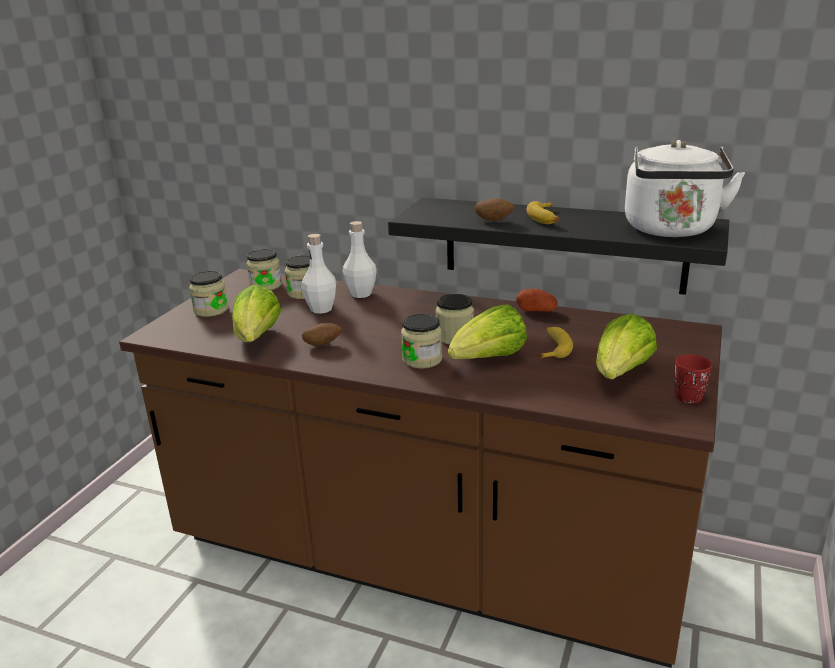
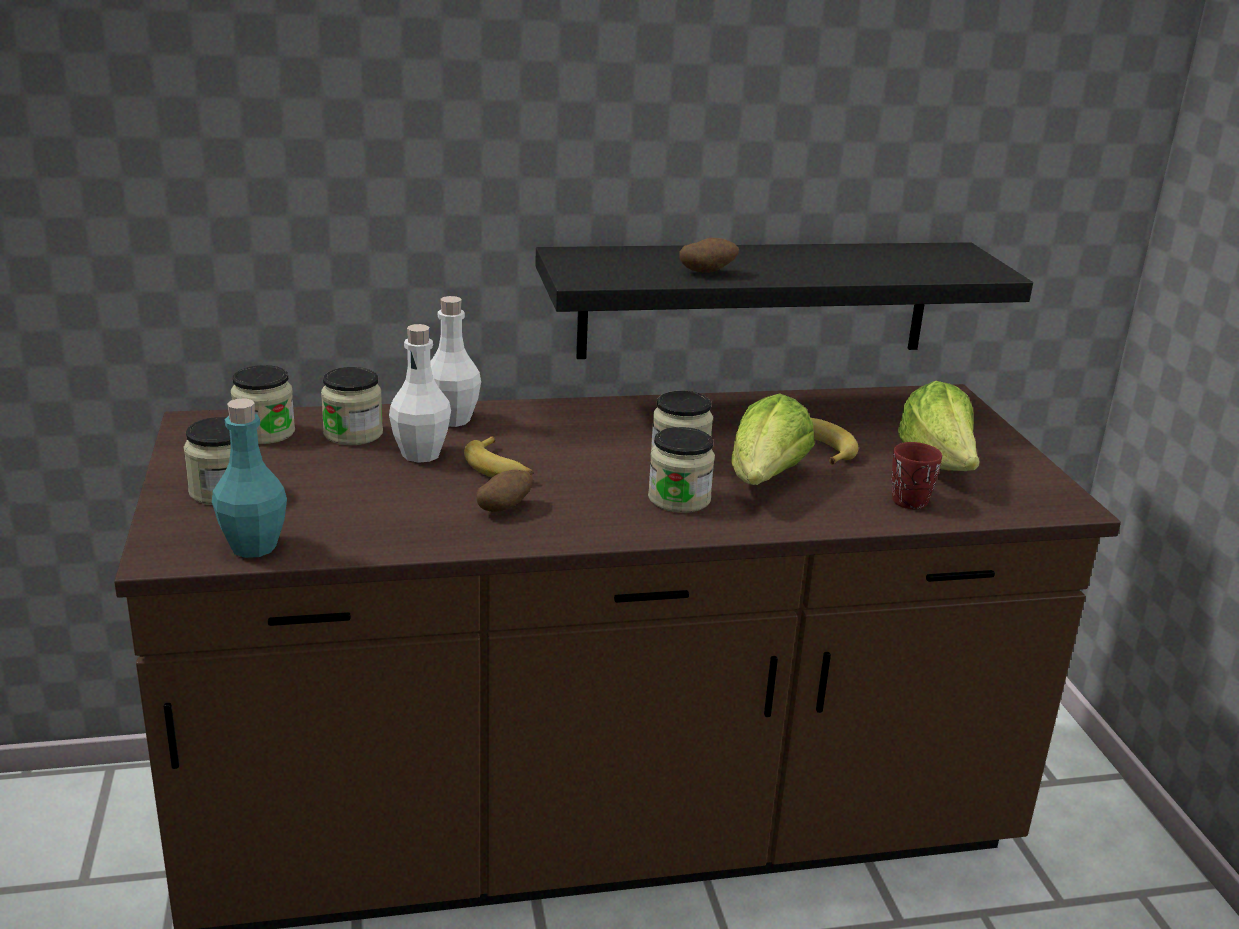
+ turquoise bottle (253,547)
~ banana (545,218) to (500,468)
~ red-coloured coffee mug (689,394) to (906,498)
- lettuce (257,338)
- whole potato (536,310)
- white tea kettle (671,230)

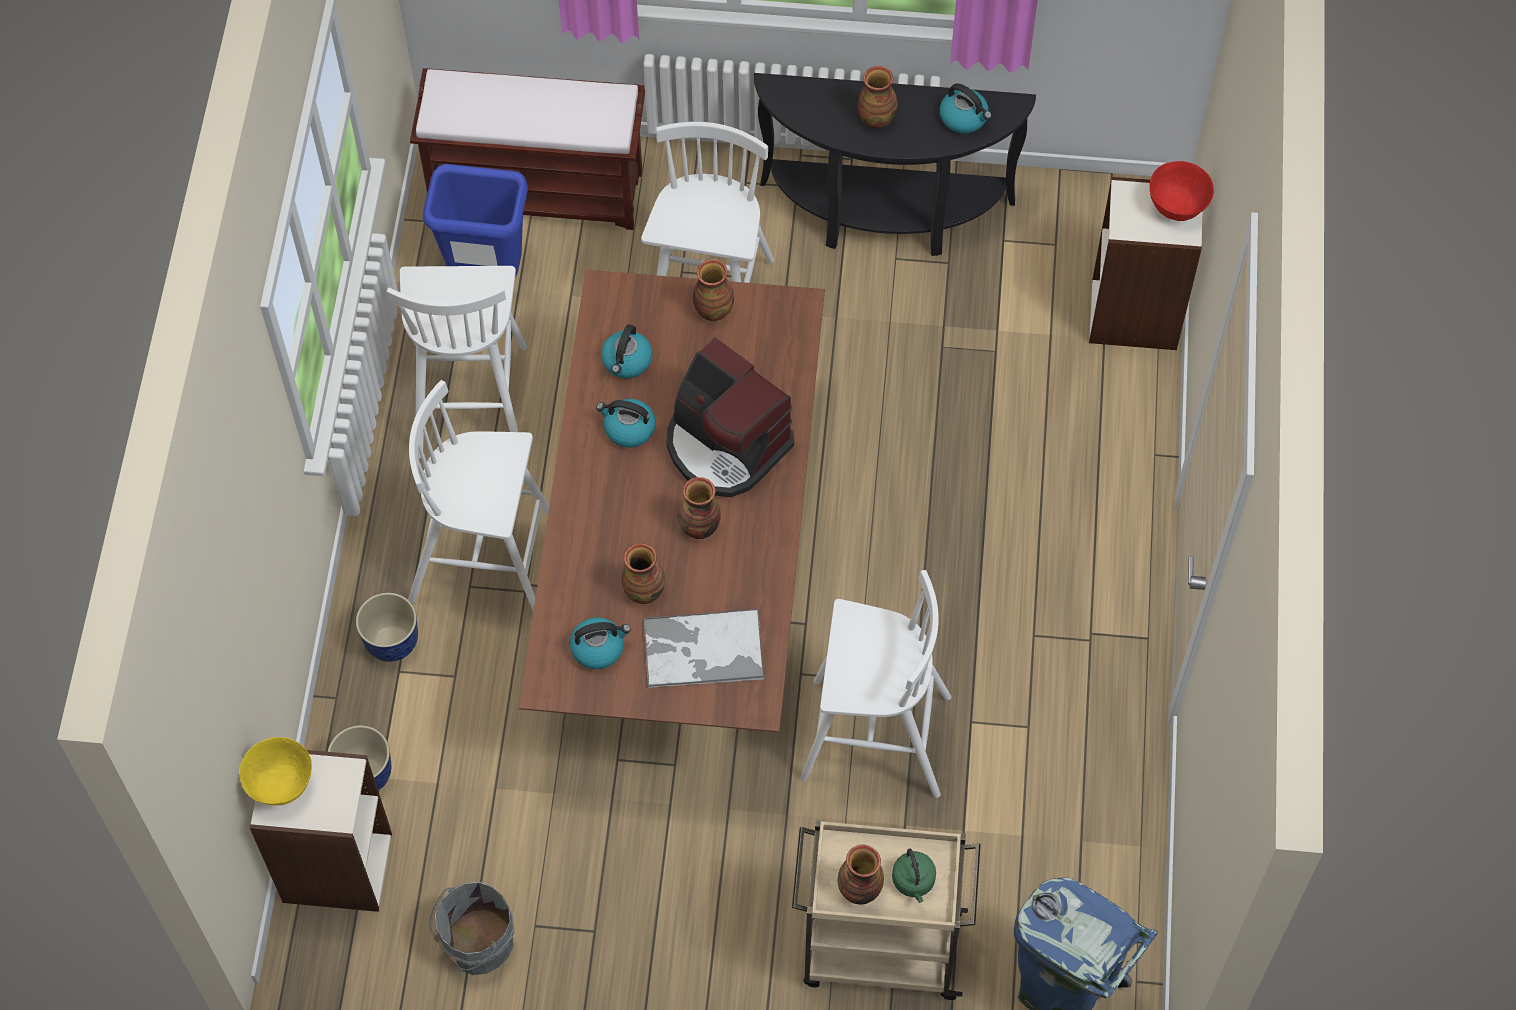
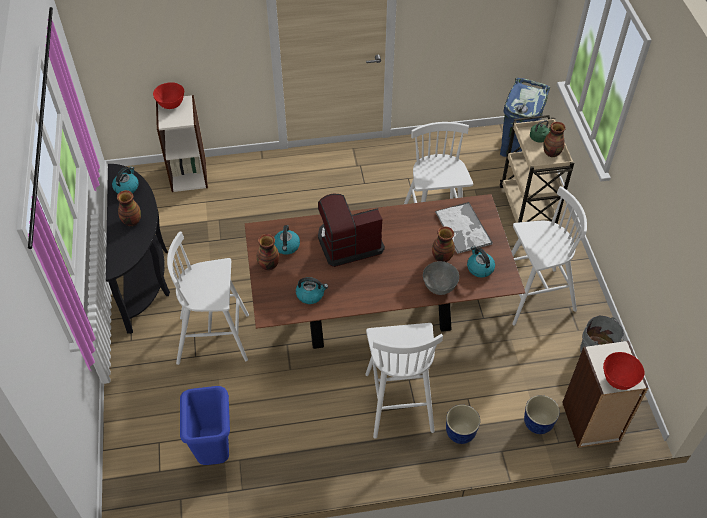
~ tea kettle (628,429) to (286,246)
~ coffee maker (726,445) = (348,243) 135 degrees counterclockwise
+ greyish bowl (439,288)
~ white stool (472,398) to (532,297)
~ yellow-coloured bowl (281,784) to red-coloured bowl (618,380)
- brown-coloured bench (539,190)
- vase (699,527)

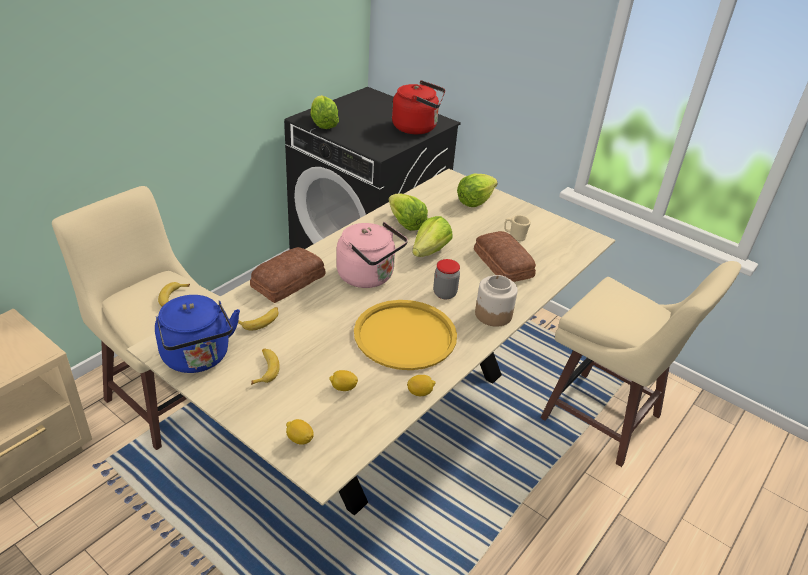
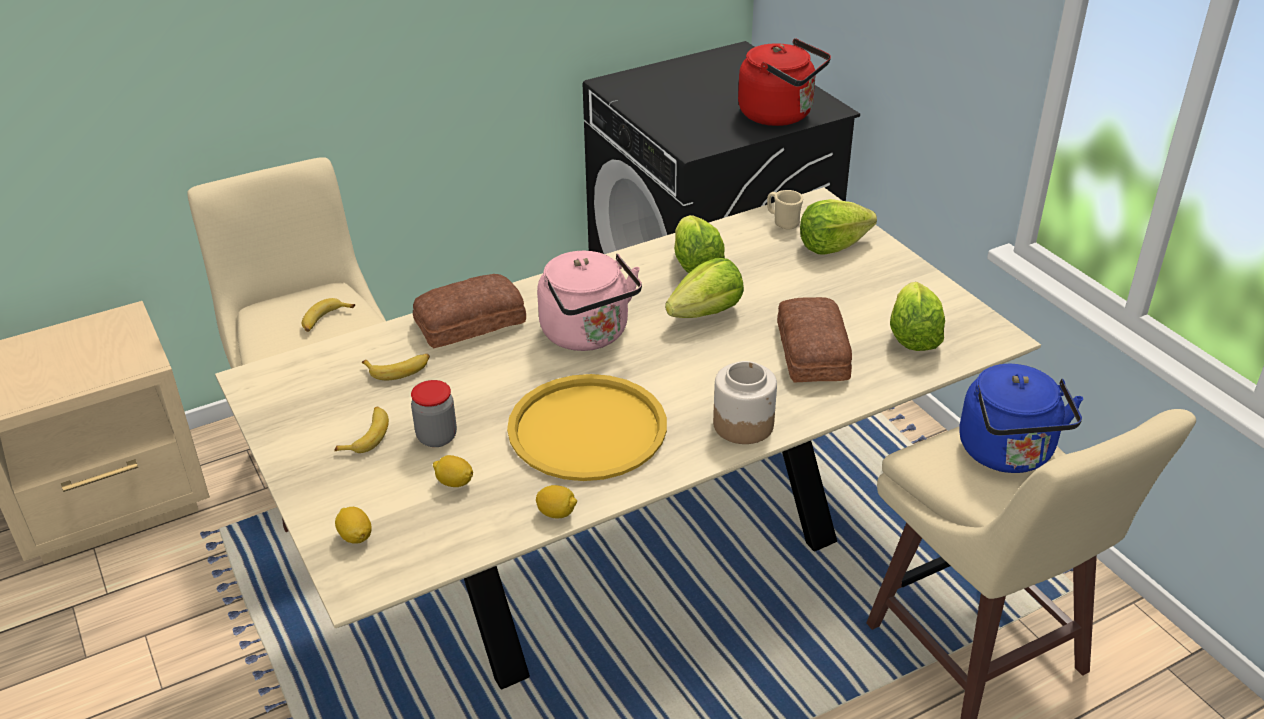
~ preserve jar (444,293) to (437,437)
~ beige coffee mug (514,236) to (783,222)
~ lettuce (323,124) to (913,336)
~ bluish tea kettle (198,358) to (1008,454)

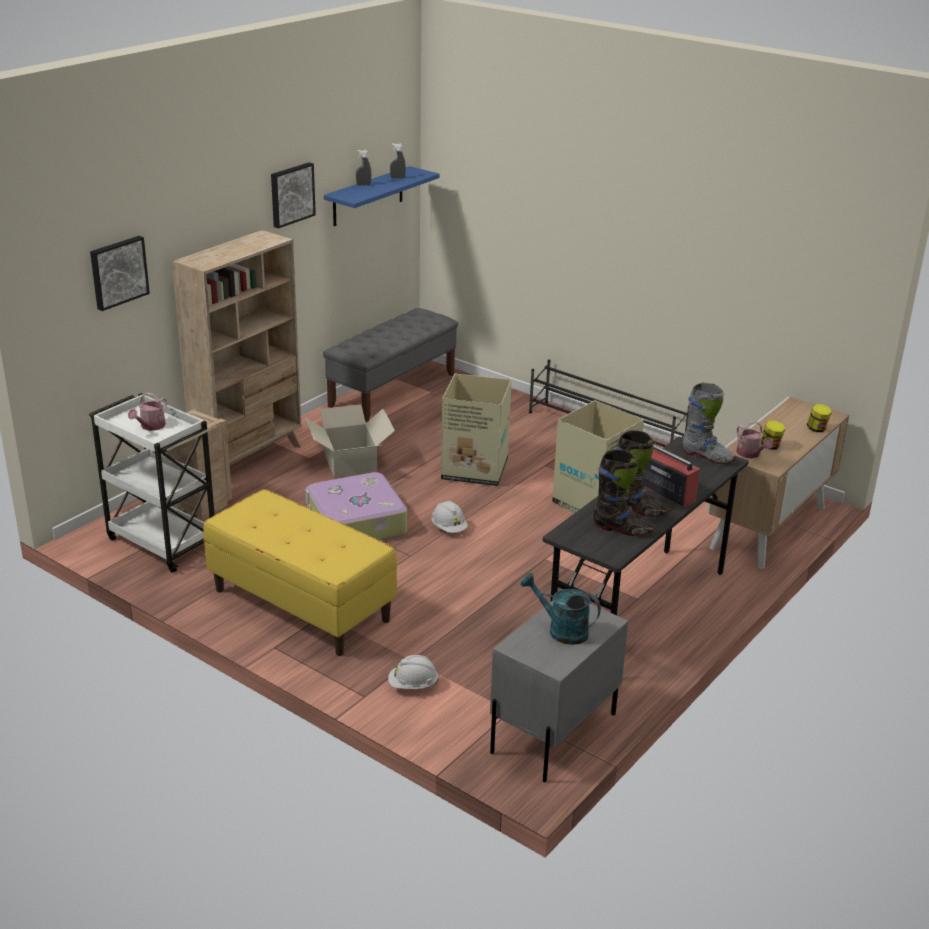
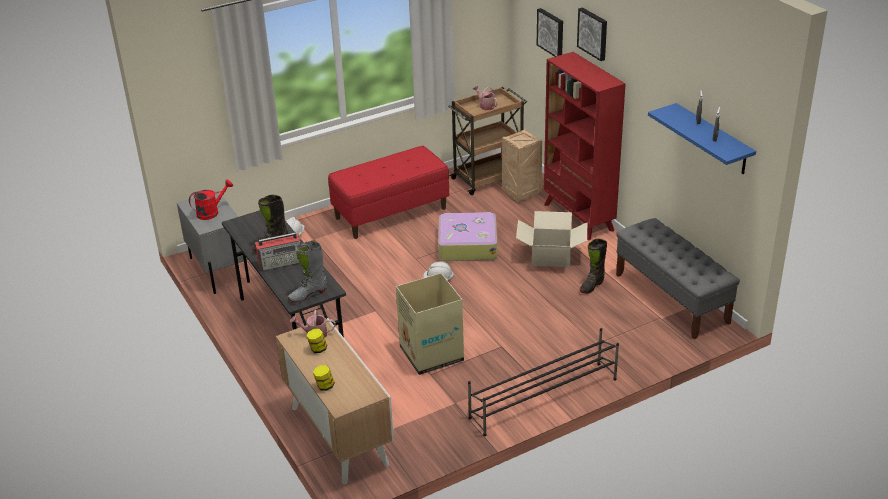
~ turquoise watering can (561,630) to red-coloured watering can (211,212)
~ yellow-coloured bench (300,605) to red-coloured bench (391,213)
~ white cart (161,541) to brown-coloured cart (488,178)
~ beige bookshelf (249,459) to red-coloured bookshelf (578,217)
~ wall picture (291,194) to (593,33)
~ black tall boot (622,529) to (591,286)
- carton (473,469)

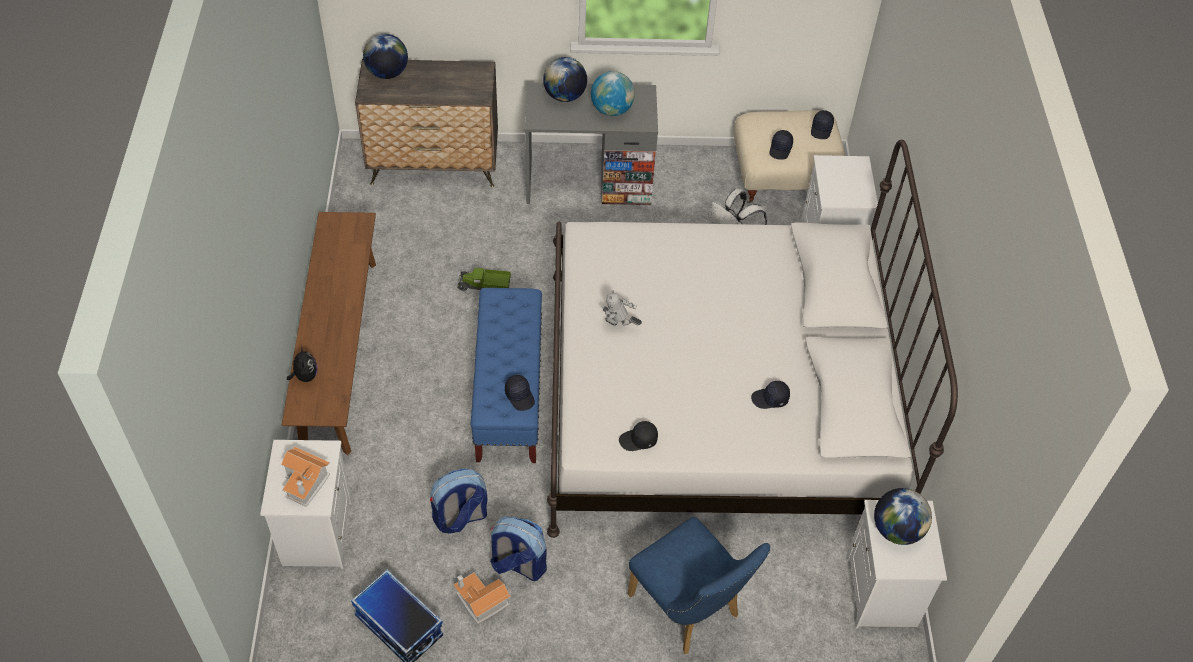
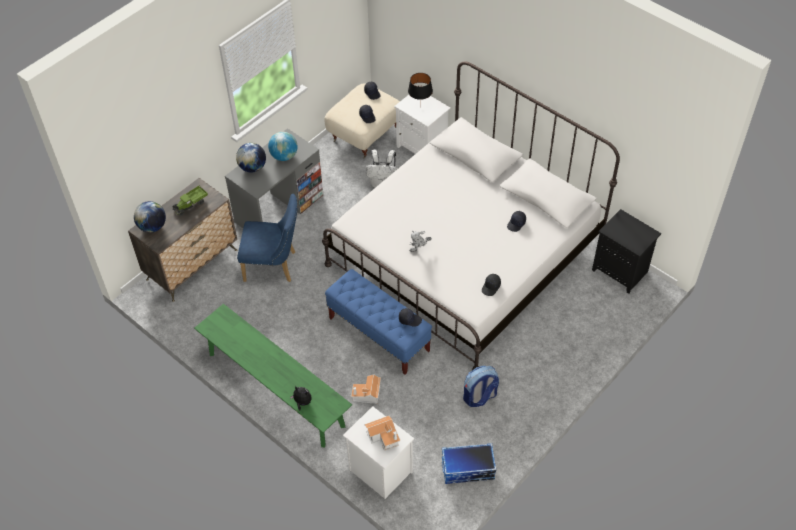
~ toy truck (484,287) to (191,205)
~ brown-coloured bench (340,353) to green bench (275,389)
~ bluish upright chair (689,611) to (274,266)
~ model house (480,602) to (367,394)
+ black tabletop lamp (420,107)
~ white bedside table (882,593) to black bedside table (621,271)
- backpack (460,517)
- world globe (896,530)

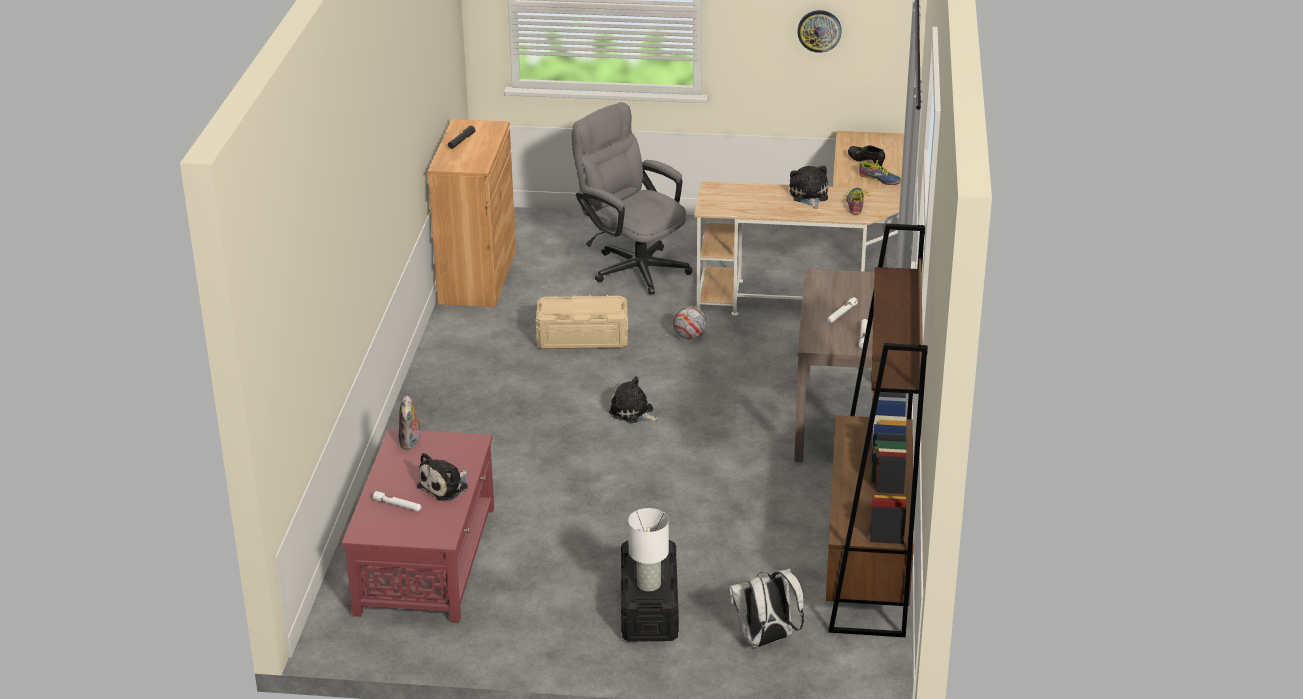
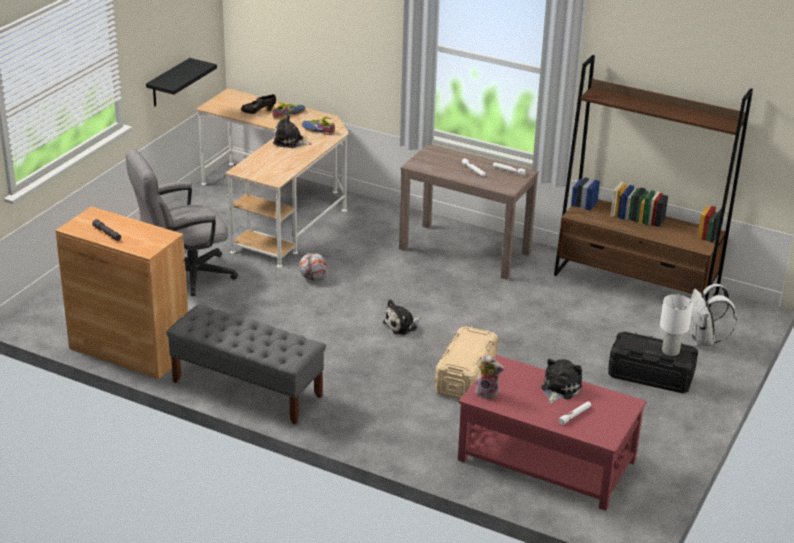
+ black shelf (169,83)
+ greyish bench (246,389)
~ beige storage box (582,338) to (465,377)
~ plush toy (445,486) = (559,388) 120 degrees counterclockwise
- clock on the wall (819,30)

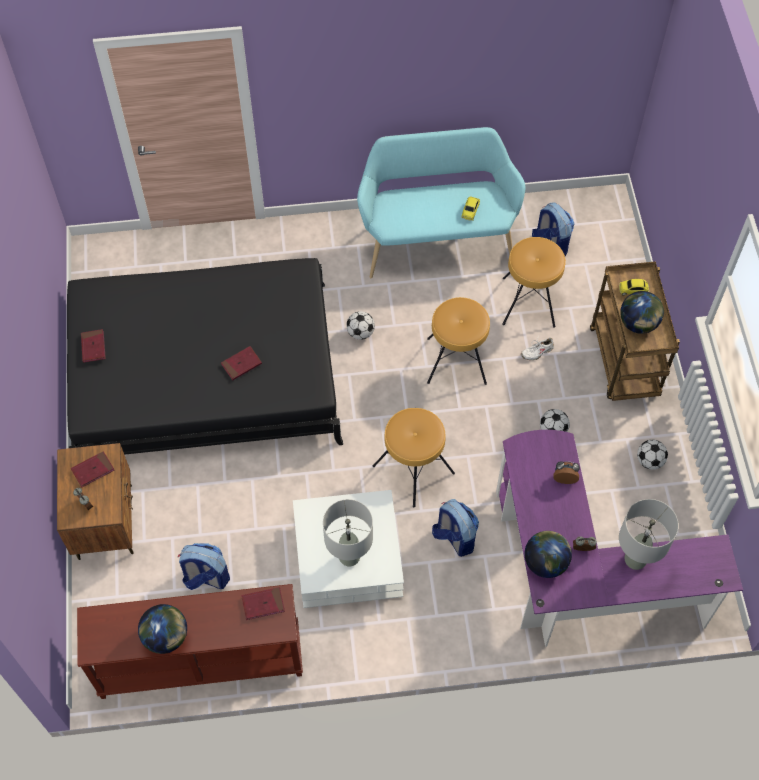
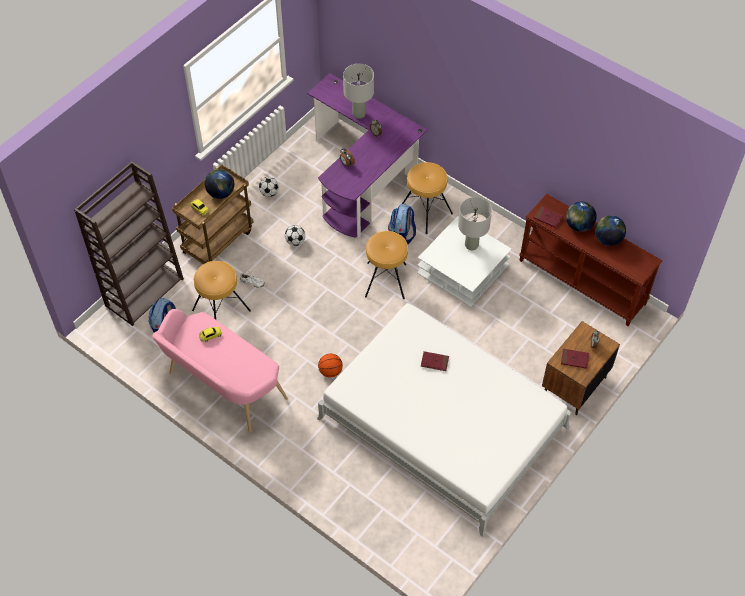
+ brown-coloured bookshelf (144,291)
~ turquoise bench (436,240) to pink-coloured bench (222,388)
~ black bed (205,374) to white bed (442,422)
~ football ball (360,333) to basketball (330,371)
~ brown-coloured stool (456,361) to (425,211)
~ world globe (545,562) to (578,225)
- red-coloured book (93,347)
- backpack (206,577)

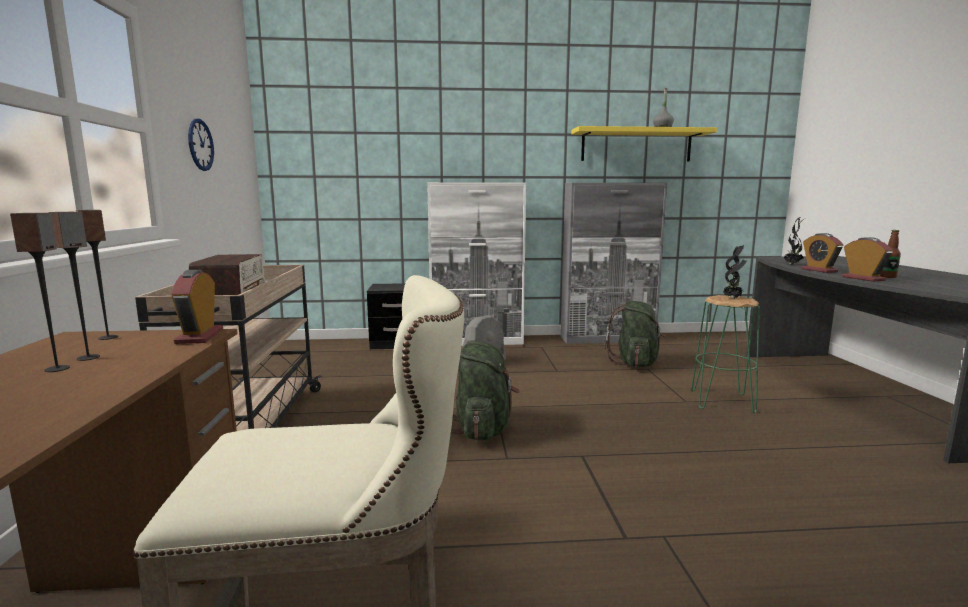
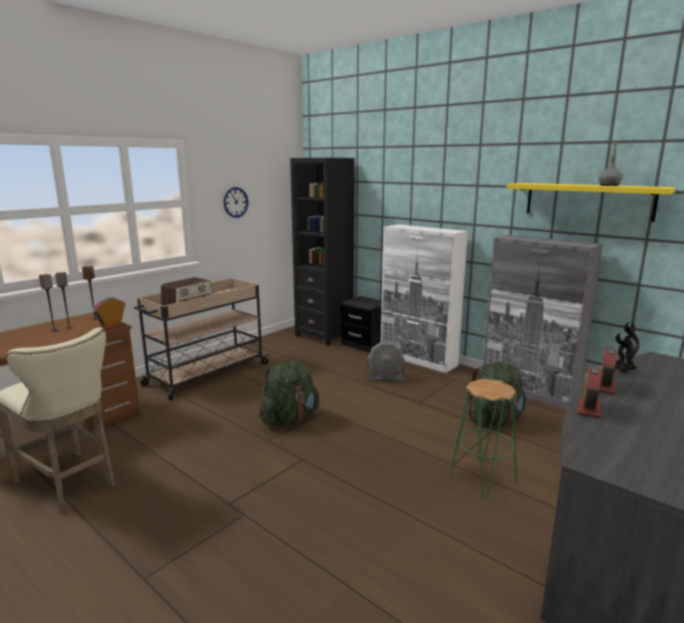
+ black bookshelf (324,335)
- plant in a pot (732,298)
- bottle (888,277)

